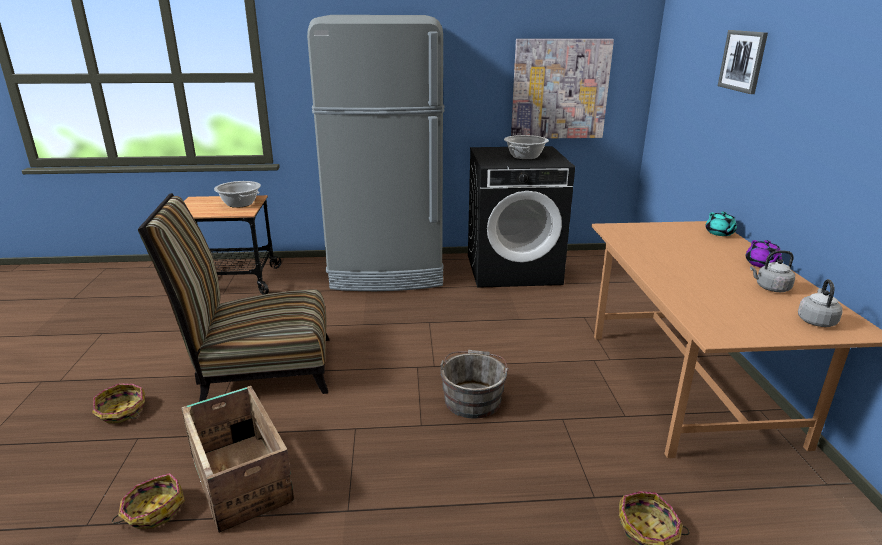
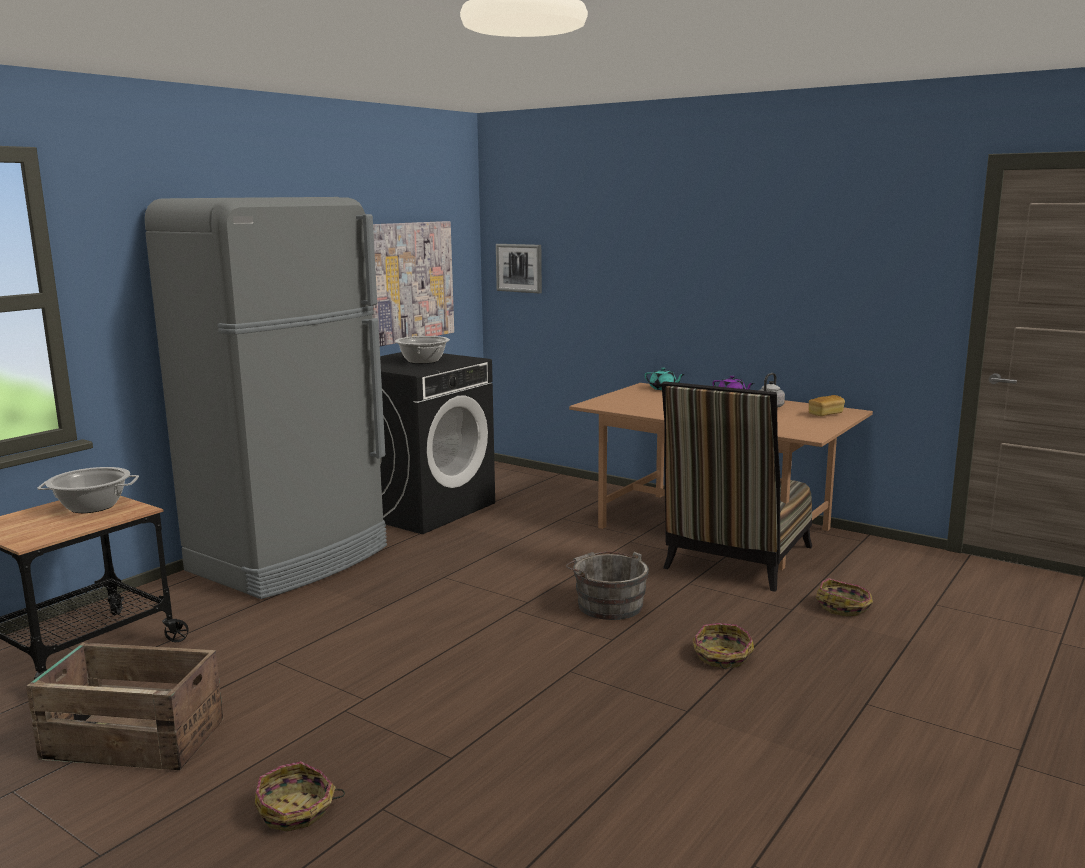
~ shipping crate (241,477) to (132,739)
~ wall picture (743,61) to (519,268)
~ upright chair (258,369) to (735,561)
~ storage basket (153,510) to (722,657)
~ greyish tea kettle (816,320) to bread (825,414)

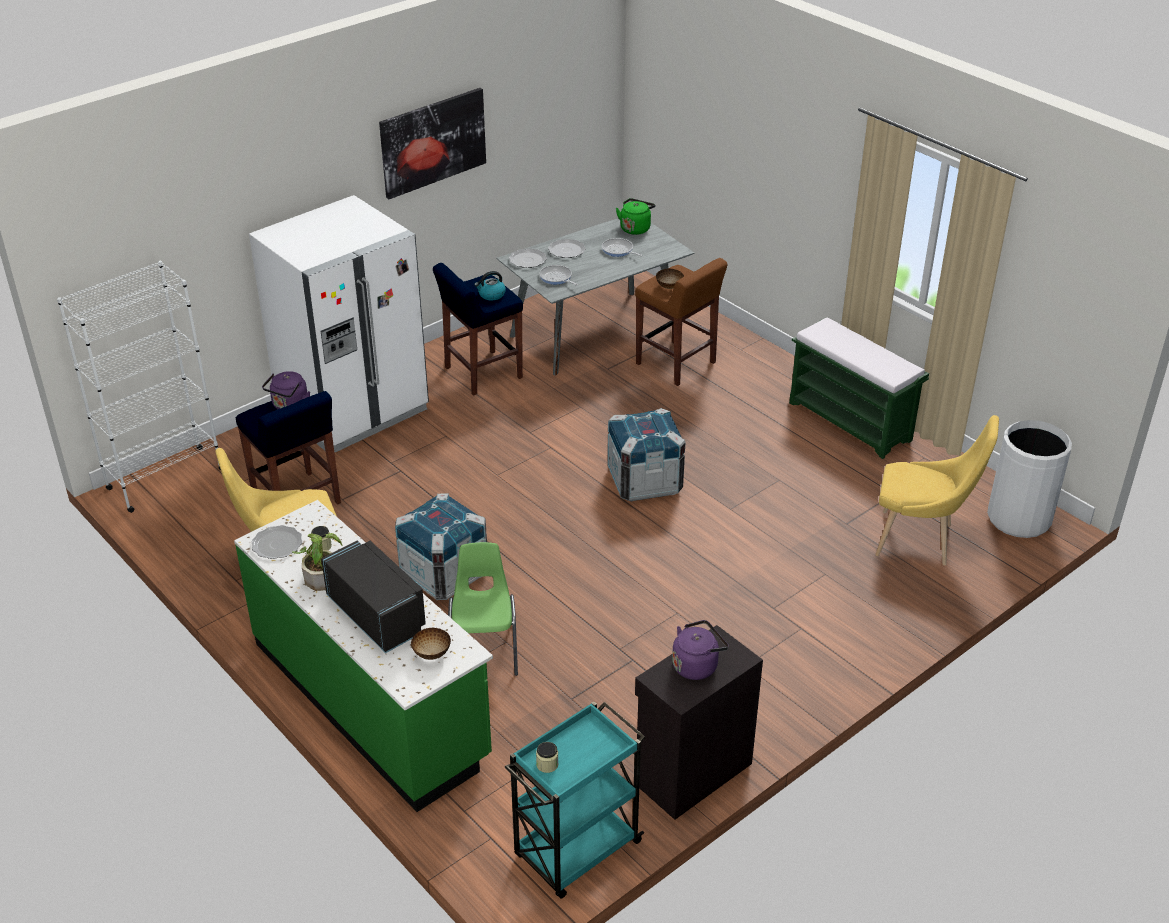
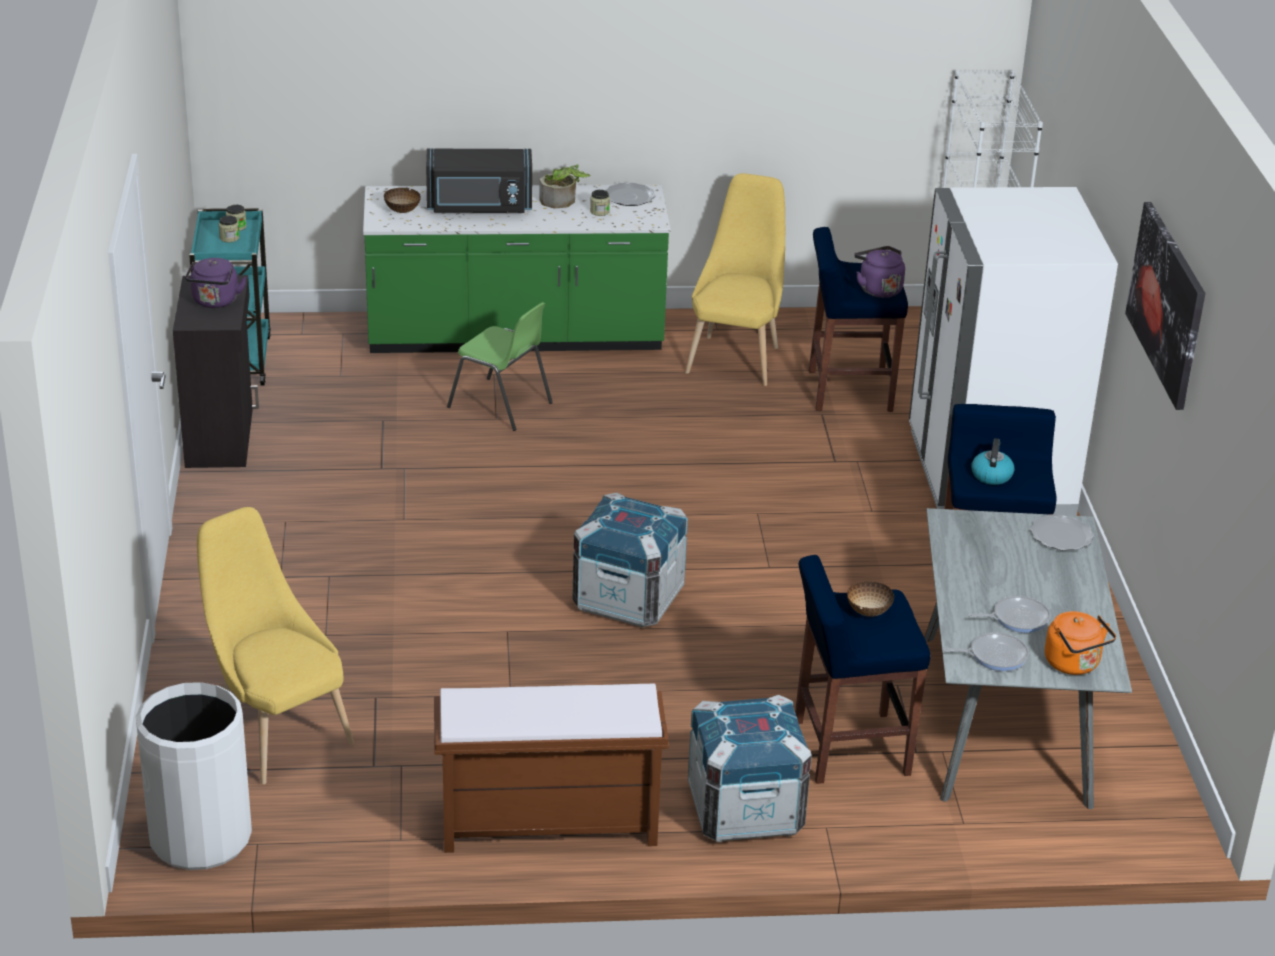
~ yellow-coloured upright chair (920,540) = (277,733) 90 degrees clockwise
+ preserve jar (229,238)
~ green bench (851,421) to brown-coloured bench (547,824)
~ shipping crate (444,574) to (745,810)
~ brown-coloured stool (676,364) to bluish stool (848,748)
~ frying pan (556,278) to (994,655)
~ green tea kettle (635,228) to orange-coloured tea kettle (1074,664)
- plate (567,250)

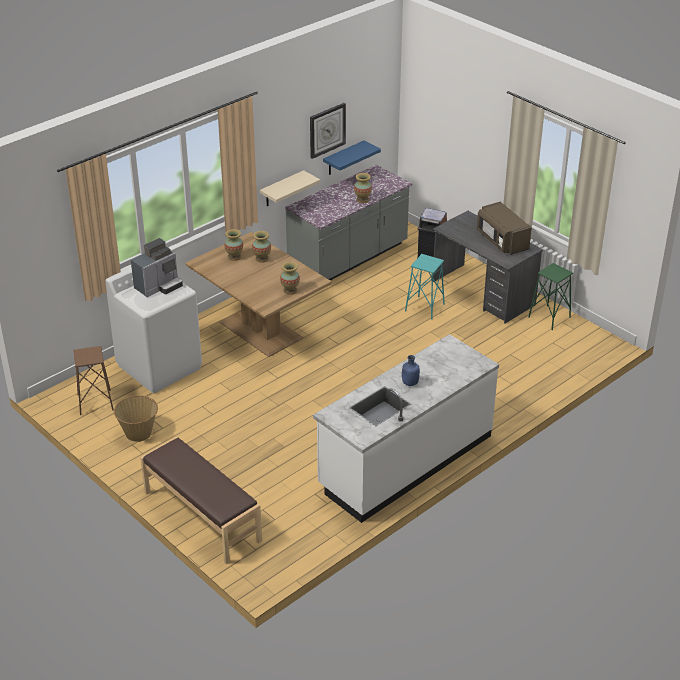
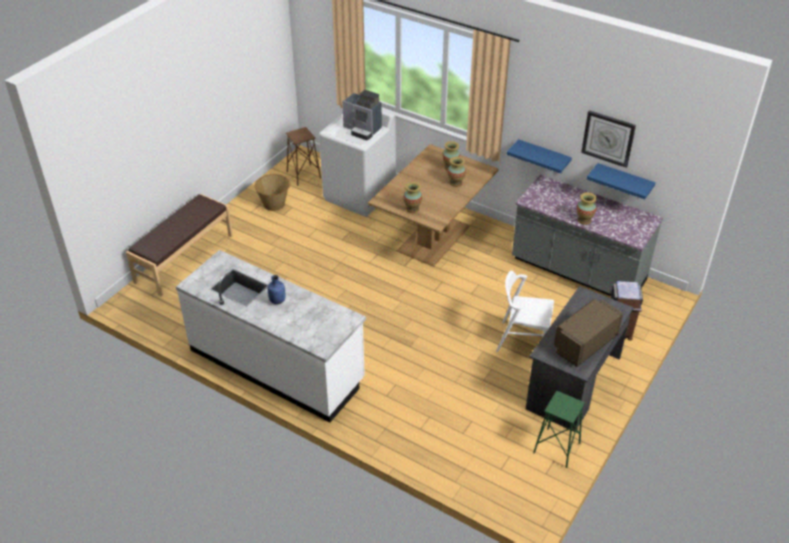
~ turquoise stool (424,307) to white upright chair (523,340)
~ beige shelf (282,189) to bluish shelf (543,157)

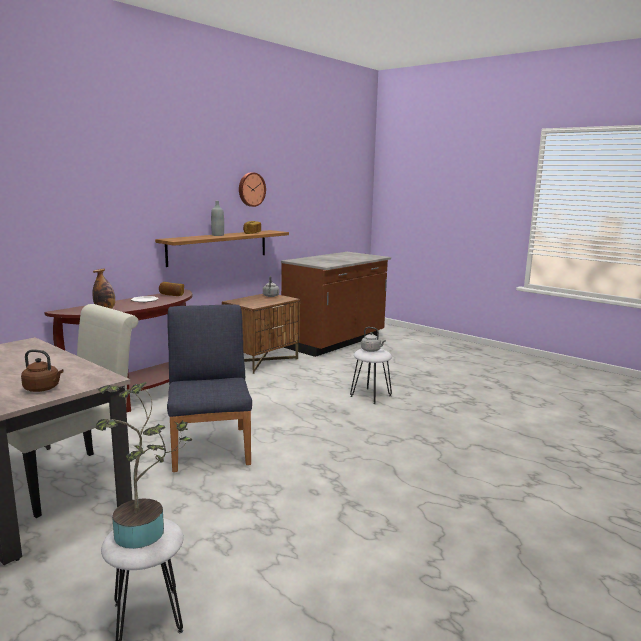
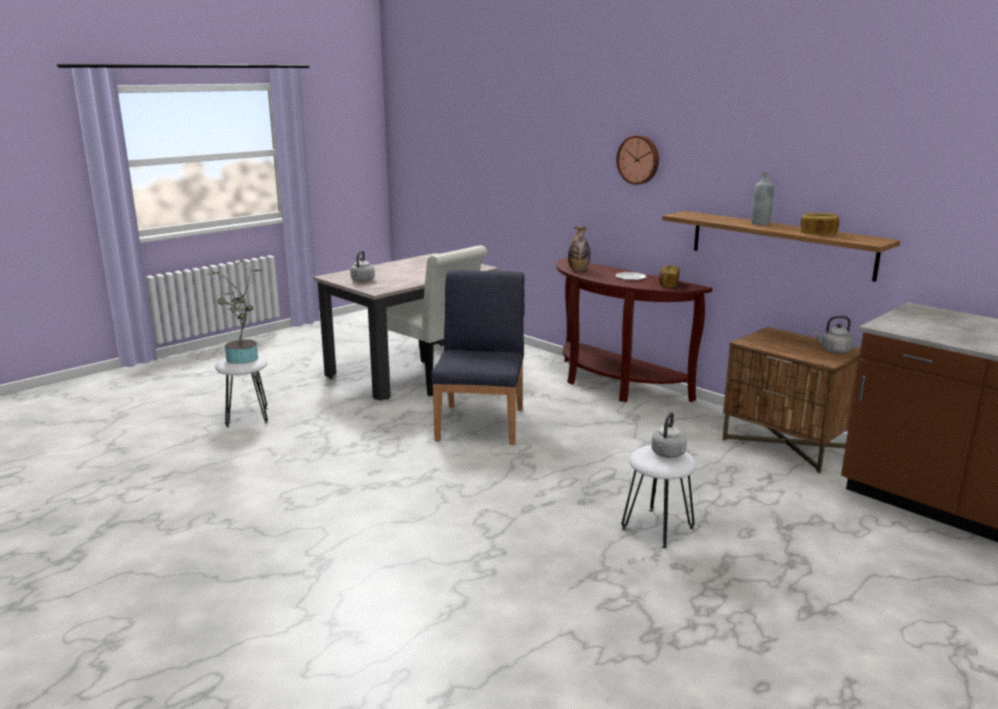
~ brown-coloured tea kettle (43,389) to greyish tea kettle (362,280)
~ bluish upright chair (211,447) = (481,423) 75 degrees counterclockwise
~ clock on the wall (251,189) to (639,159)

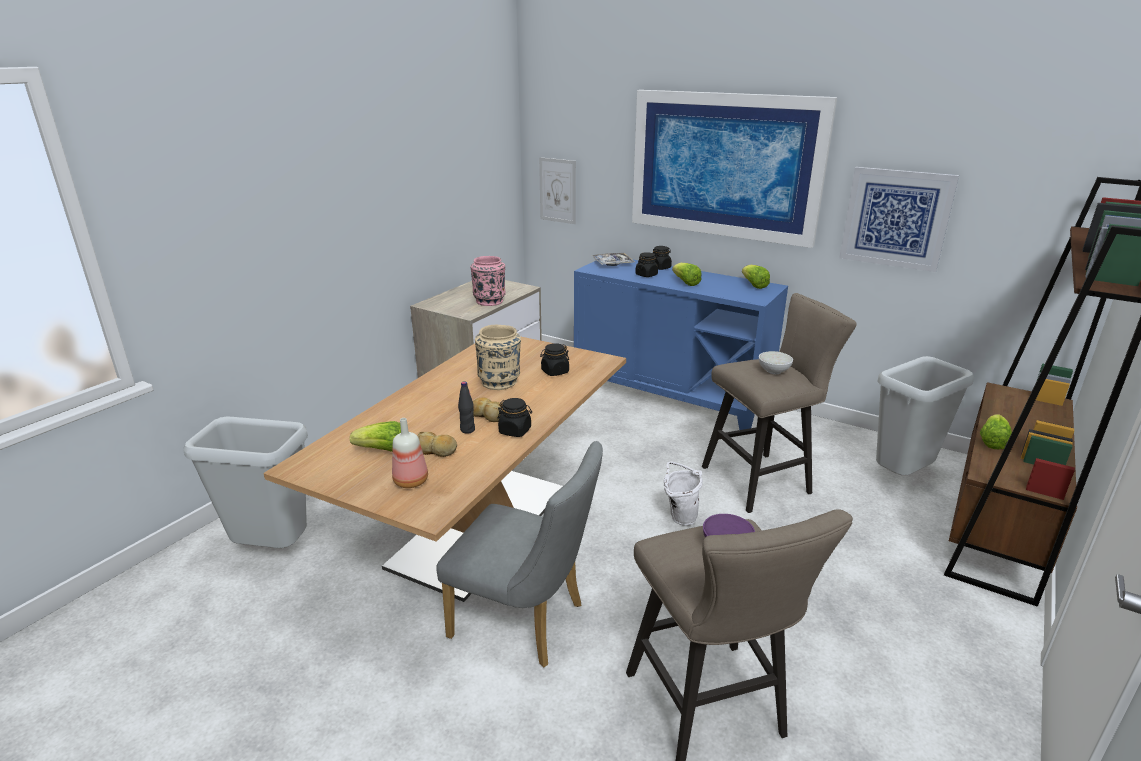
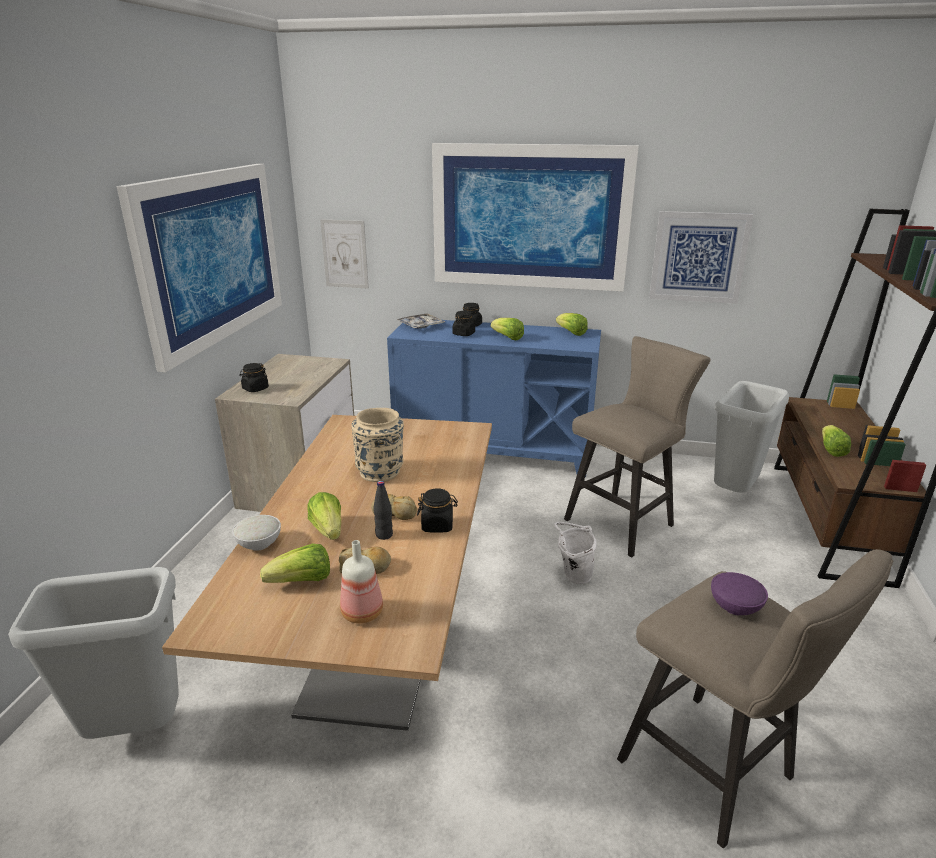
+ wall picture (211,257)
~ white bowl (774,371) to (259,543)
~ black preserve jar (554,372) to (255,389)
+ lettuce (328,530)
- greyish upright chair (526,623)
- pink-coloured vase (489,301)

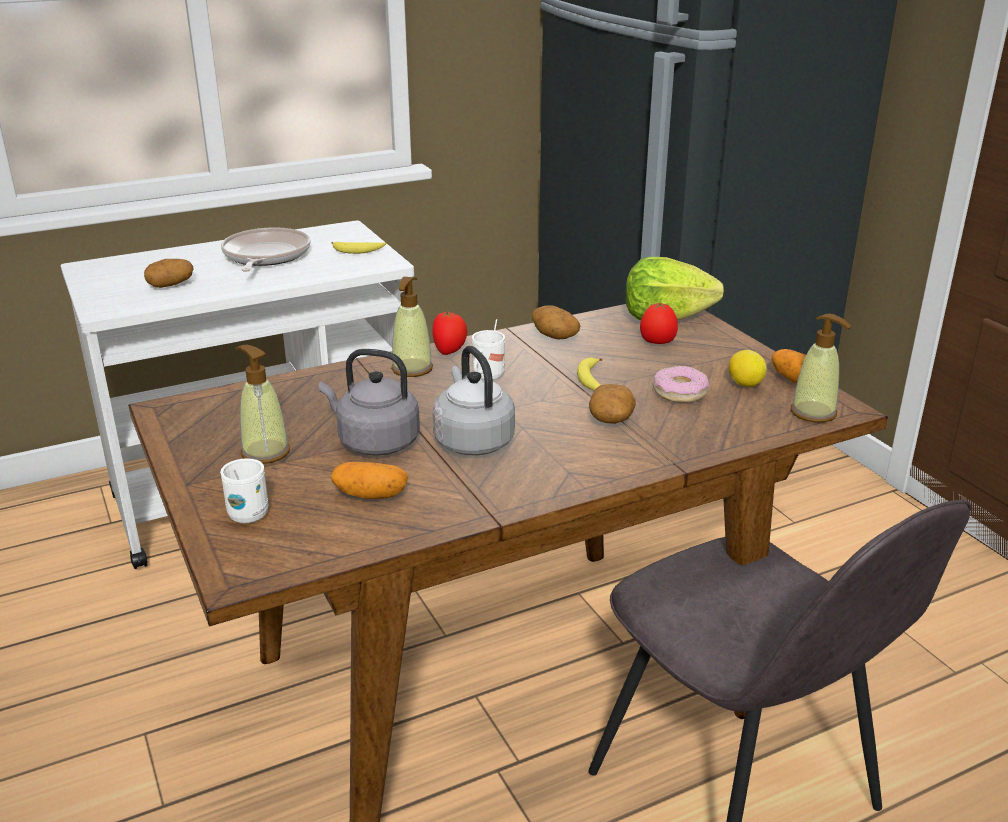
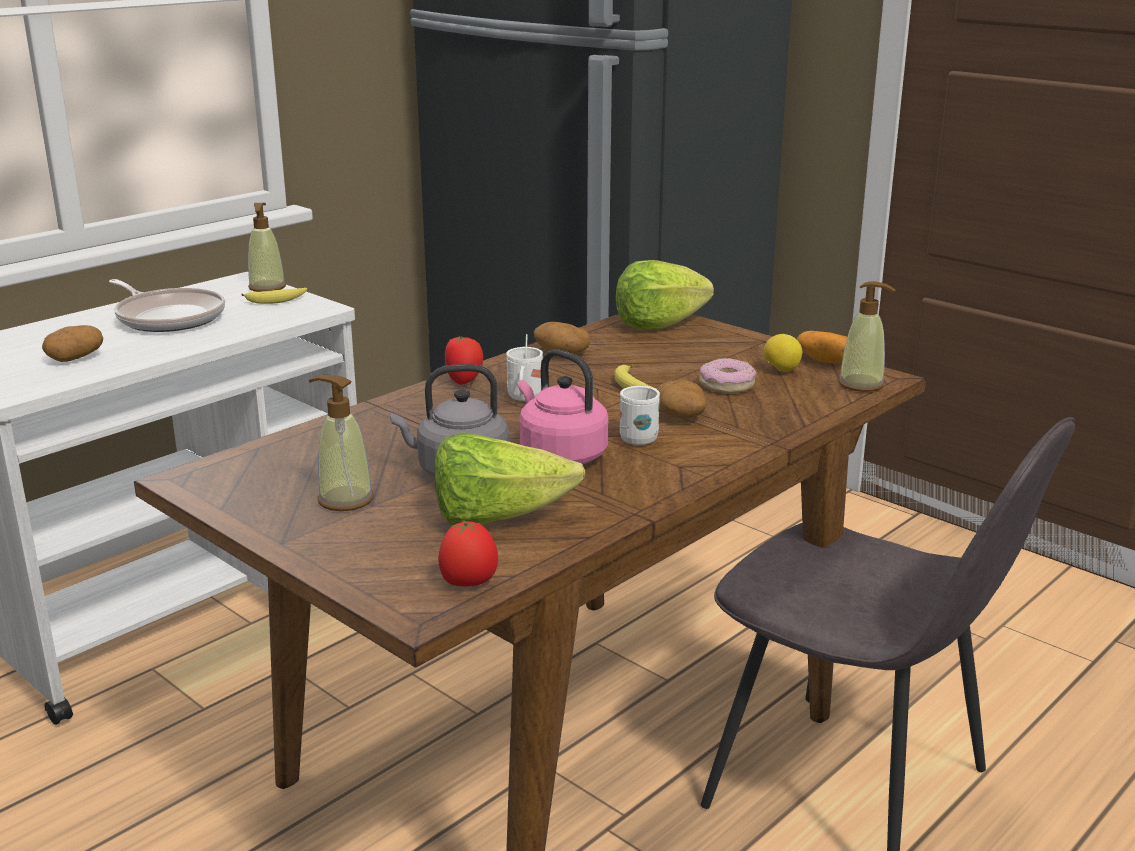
~ frying pan (265,256) = (168,317) 150 degrees clockwise
~ soap dispenser (412,369) to (267,287)
~ whole potato (370,495) to lettuce (497,518)
~ whole tomato (657,343) to (469,584)
~ greyish tea kettle (472,440) to pink-coloured tea kettle (559,455)
~ white coffee mug (250,511) to (636,437)

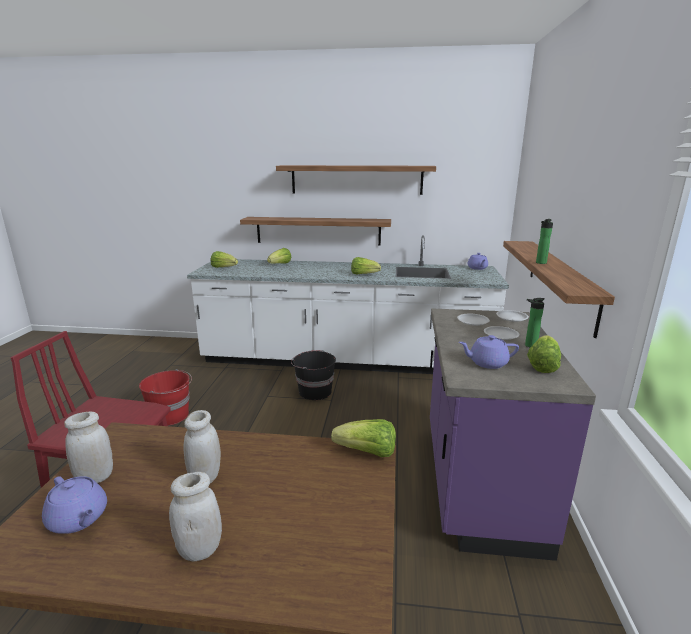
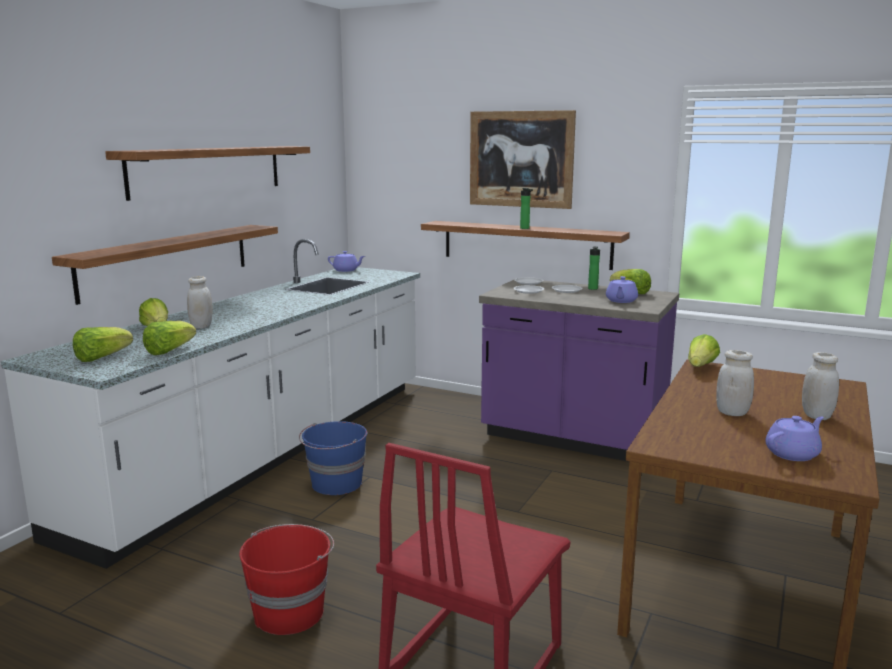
~ lettuce (363,274) to (169,351)
~ white preserve jar (95,477) to (201,326)
~ black bucket (314,391) to bluish bucket (336,484)
+ wall picture (521,159)

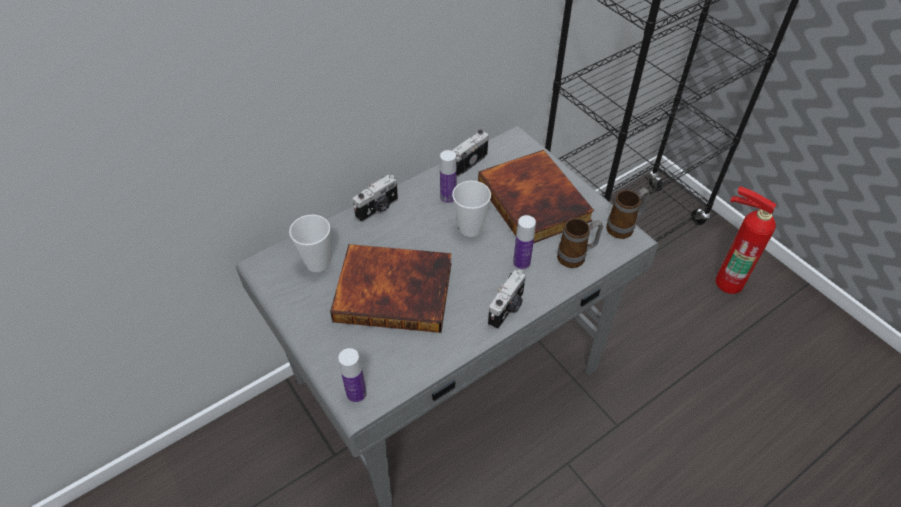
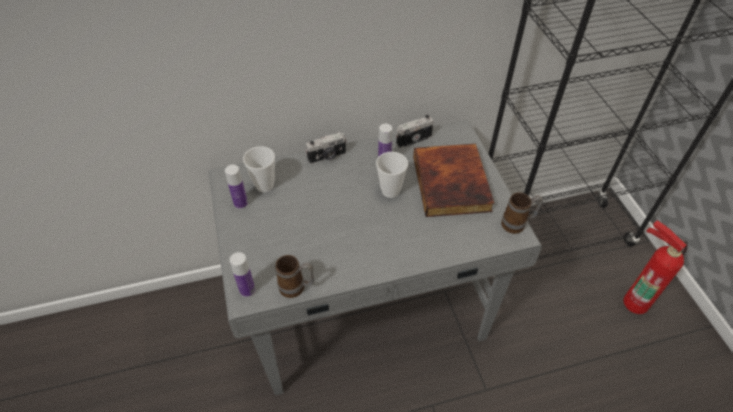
~ bottle (521,263) to (241,203)
~ coffee mug (576,257) to (297,288)
- book (395,290)
- photo camera (507,309)

